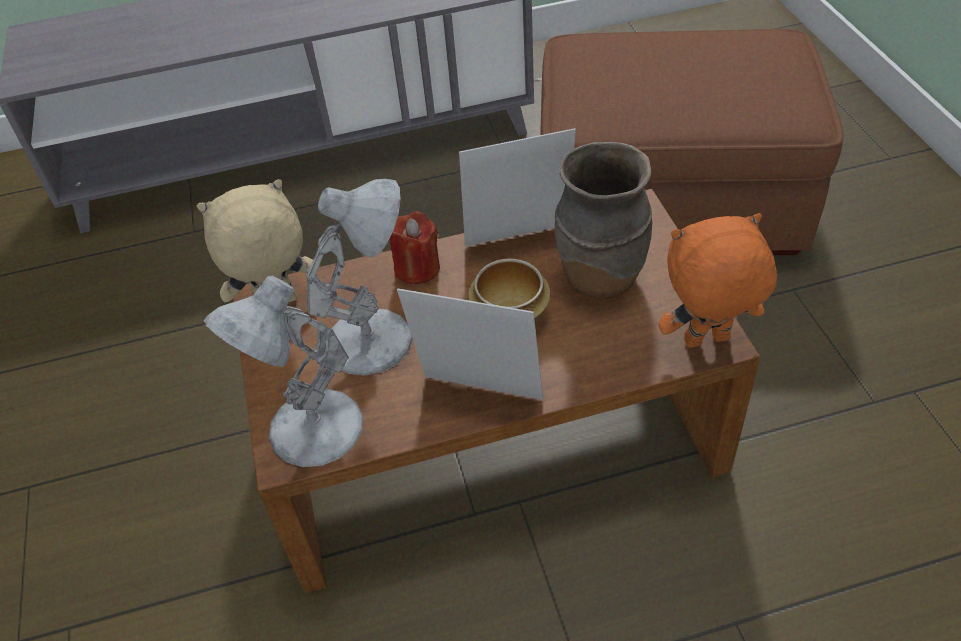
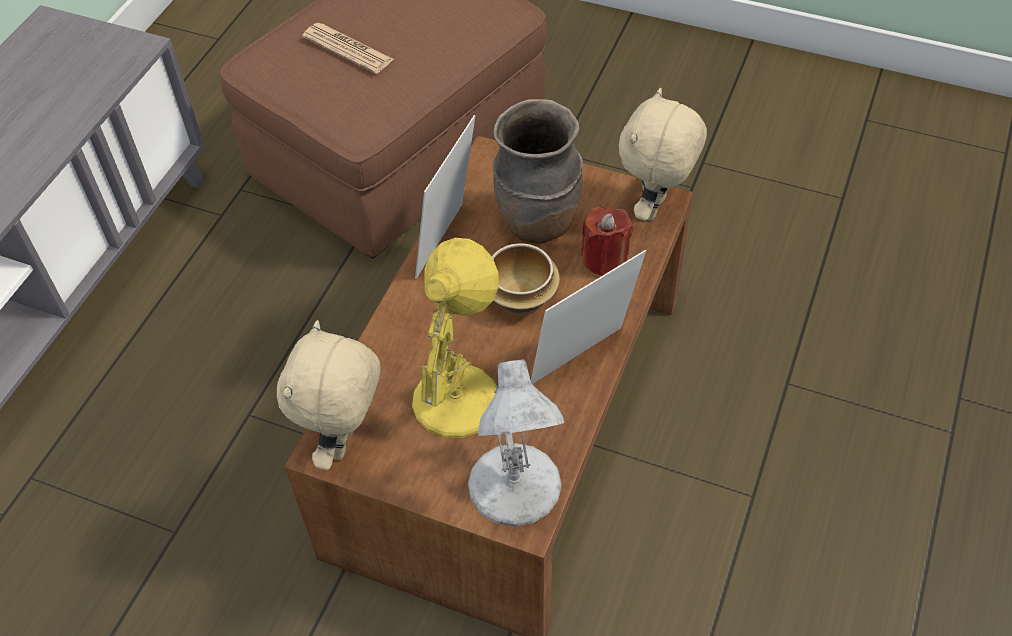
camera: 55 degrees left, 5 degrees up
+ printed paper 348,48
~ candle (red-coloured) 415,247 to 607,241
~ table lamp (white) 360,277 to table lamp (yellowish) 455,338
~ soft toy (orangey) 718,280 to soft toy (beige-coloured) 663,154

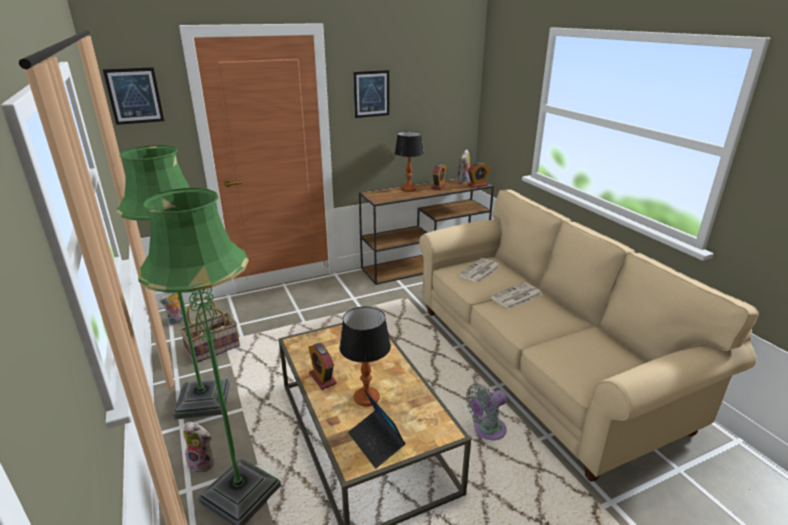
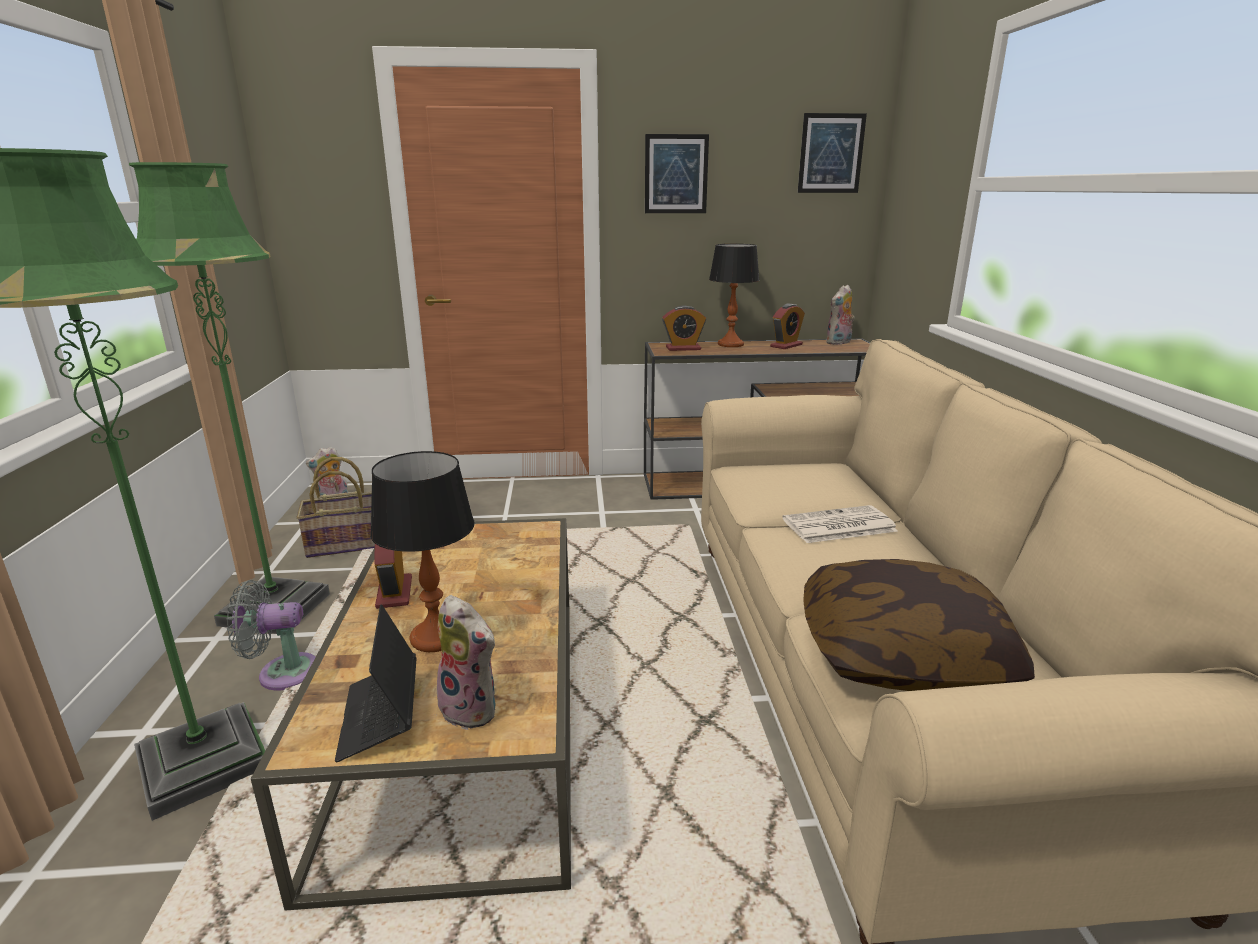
camera: 20 degrees right, 5 degrees down
- printed paper 479,270
+ throw pillow 919,625
~ picture 133,96 to 832,153
~ soft toy 198,447 to 466,662
~ electric fan (greyish) 486,412 to 271,635
~ table clock 479,175 to 684,328

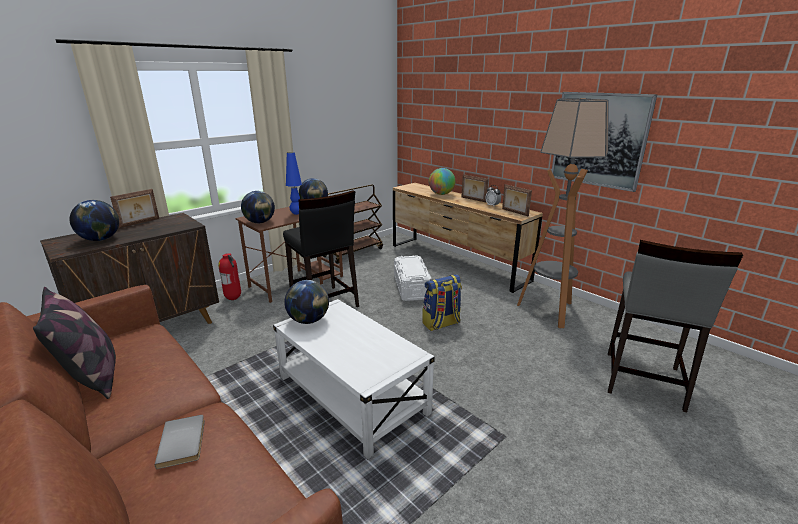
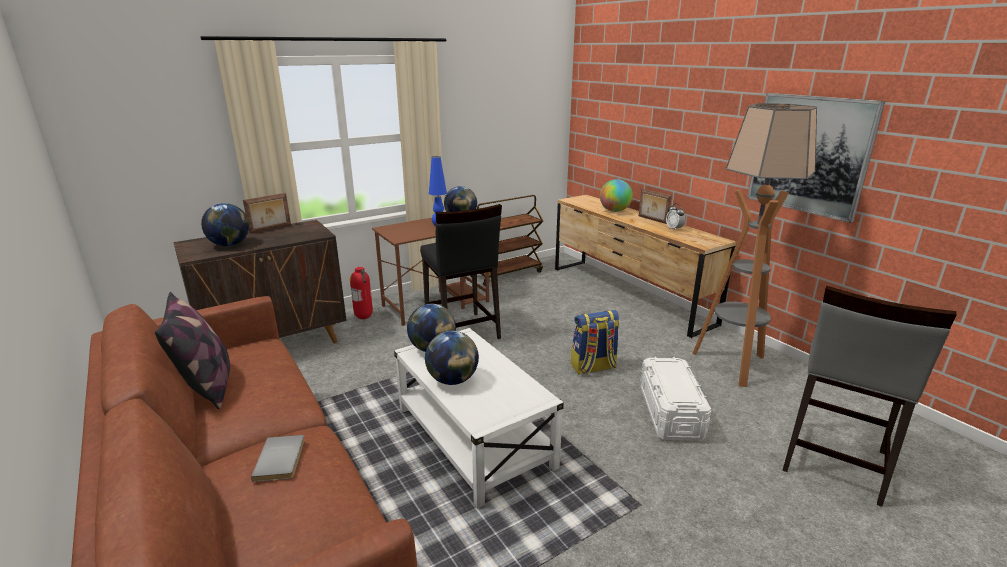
camera: 10 degrees right, 0 degrees up
- photo frame 517,200
~ desk globe 258,207 to 452,358
~ storage container (white) 413,278 to 675,399

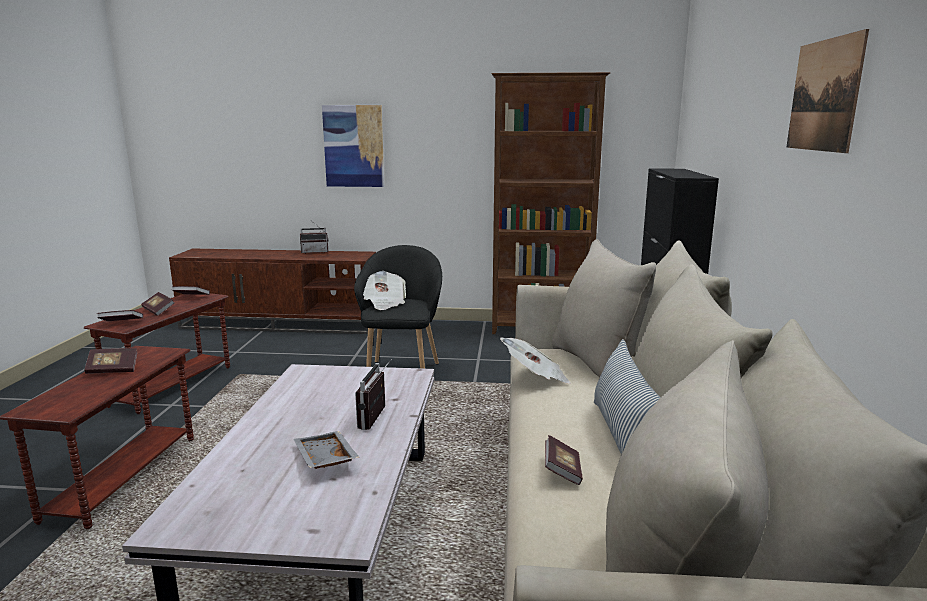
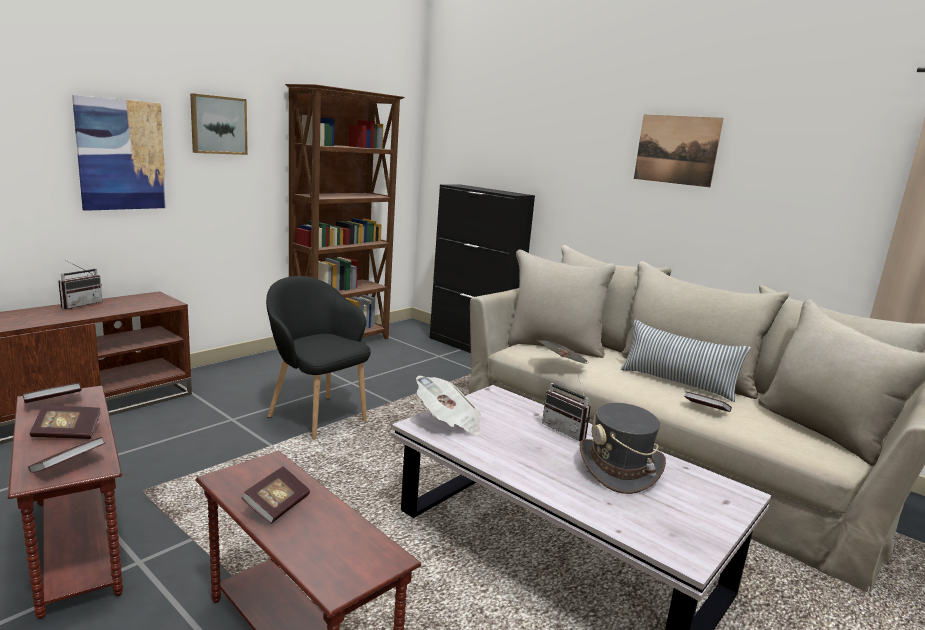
camera: 55 degrees left, 0 degrees up
+ picture 219,124
~ printed paper 384,290 to 448,405
~ serving tray (greyish) 326,450 to clothing hat (greyish) 623,448

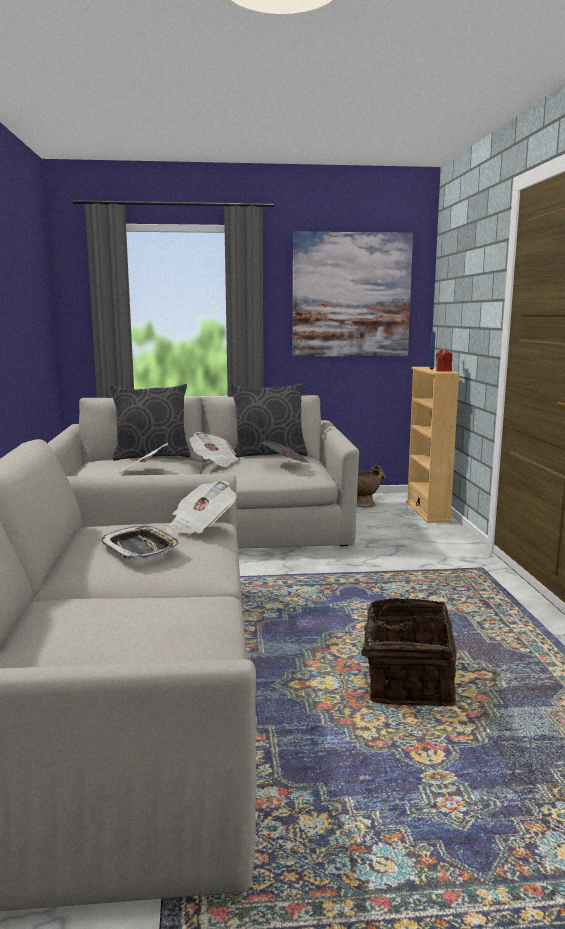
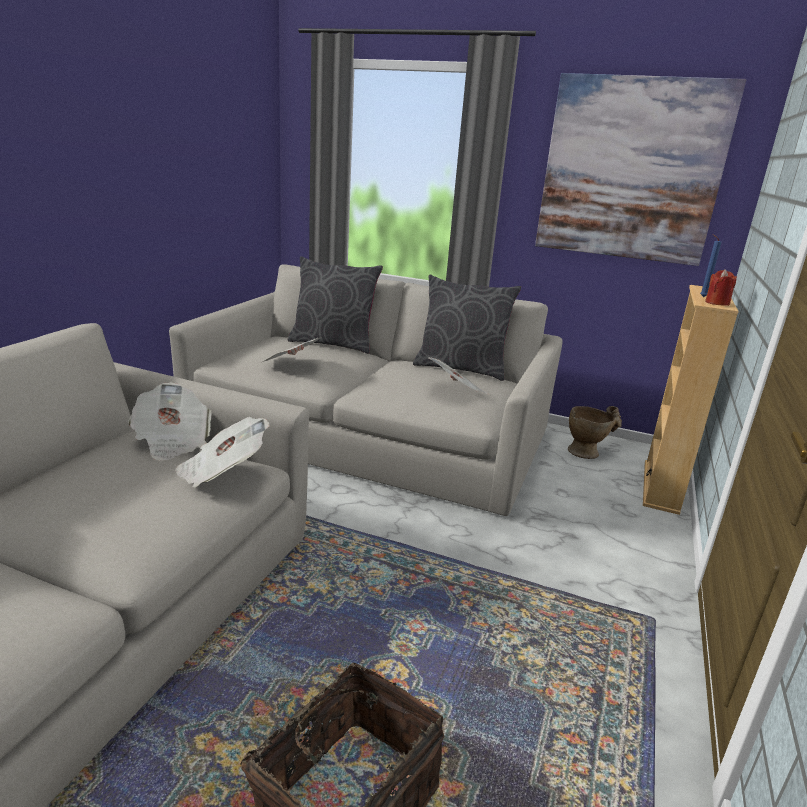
camera: 25 degrees right, 10 degrees up
- serving tray 140,543
~ printed paper 213,449 to 169,421

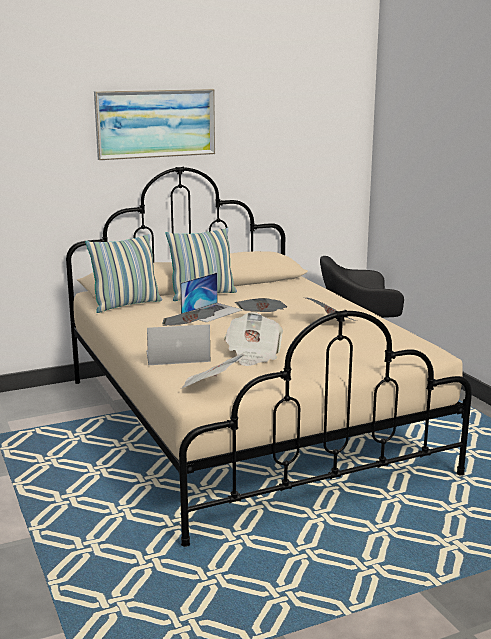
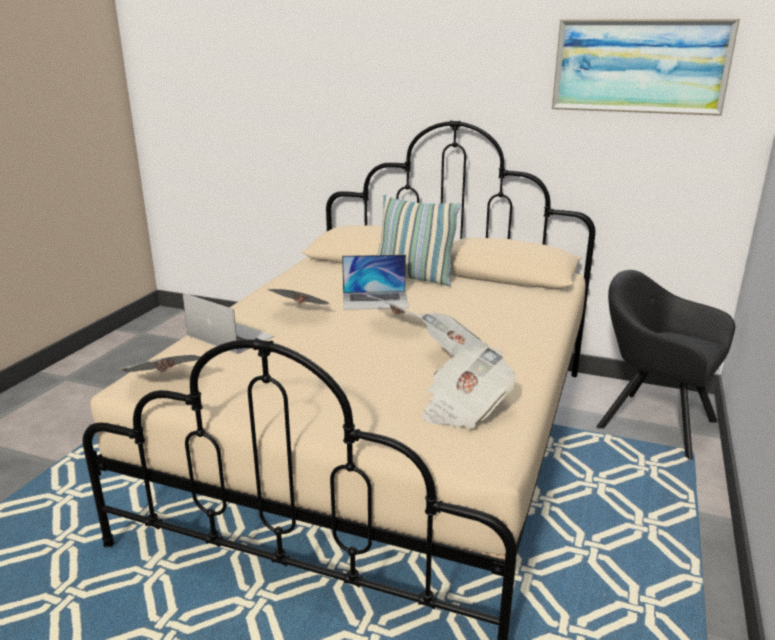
camera: 45 degrees right, 5 degrees up
- throw pillow 123,273
~ picture 154,124 to 646,67
~ printed paper 253,339 to 468,388

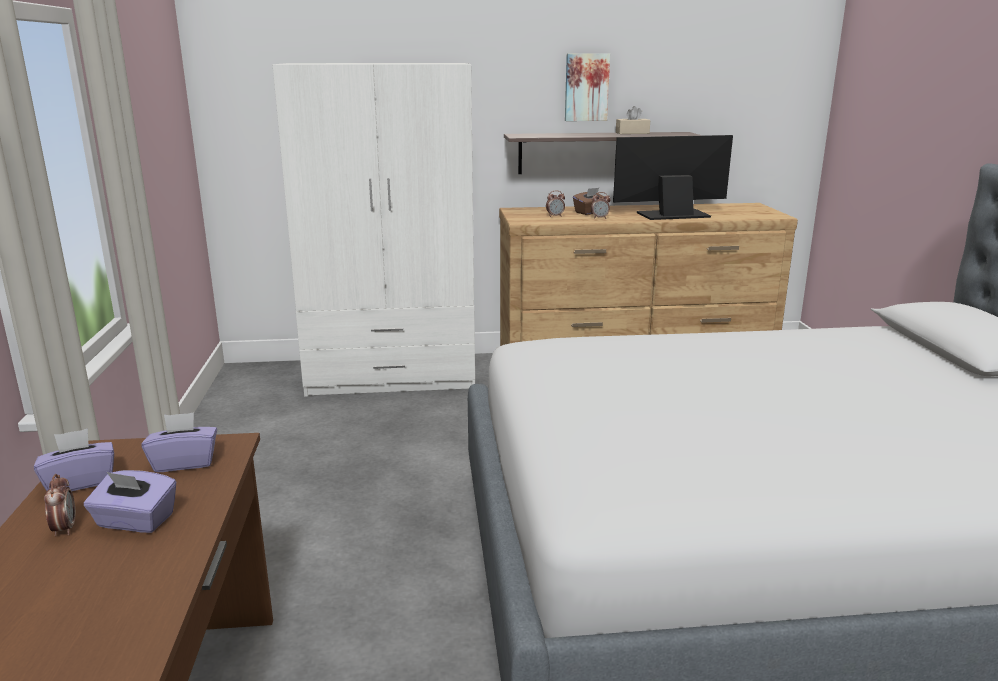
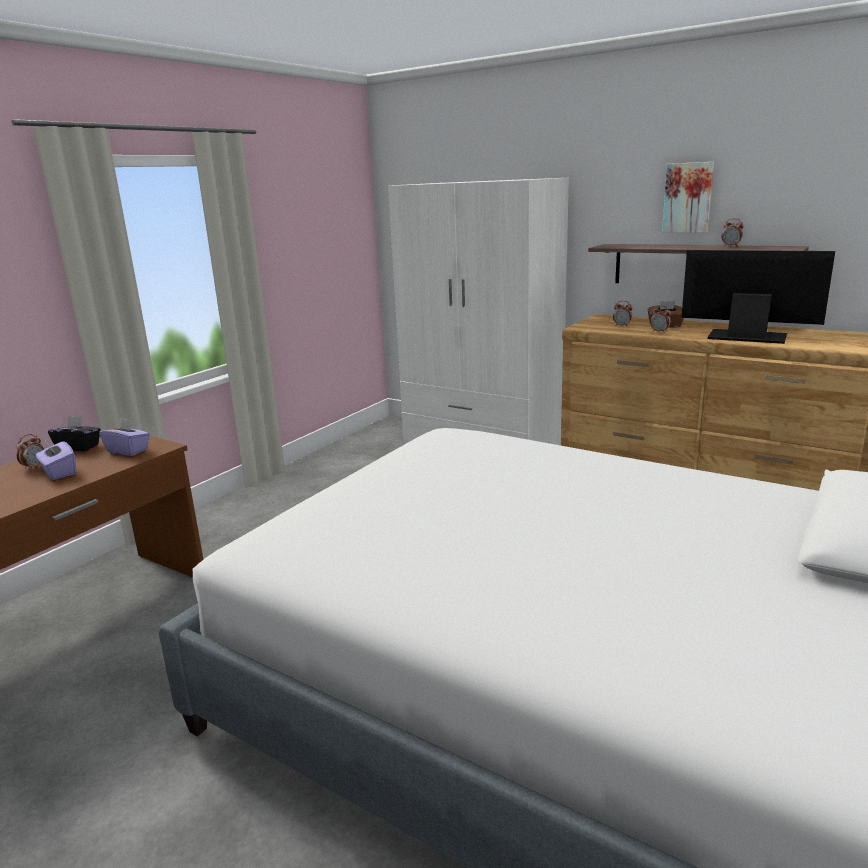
camera: 40 degrees right, 0 degrees up
~ tissue holder (beige-coloured) 633,120 to table clock 732,232
~ tissue holder (purple-coloured) 74,460 to tissue holder (black) 74,433

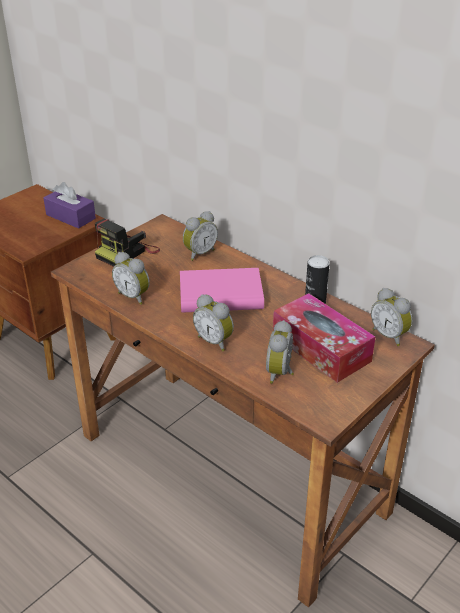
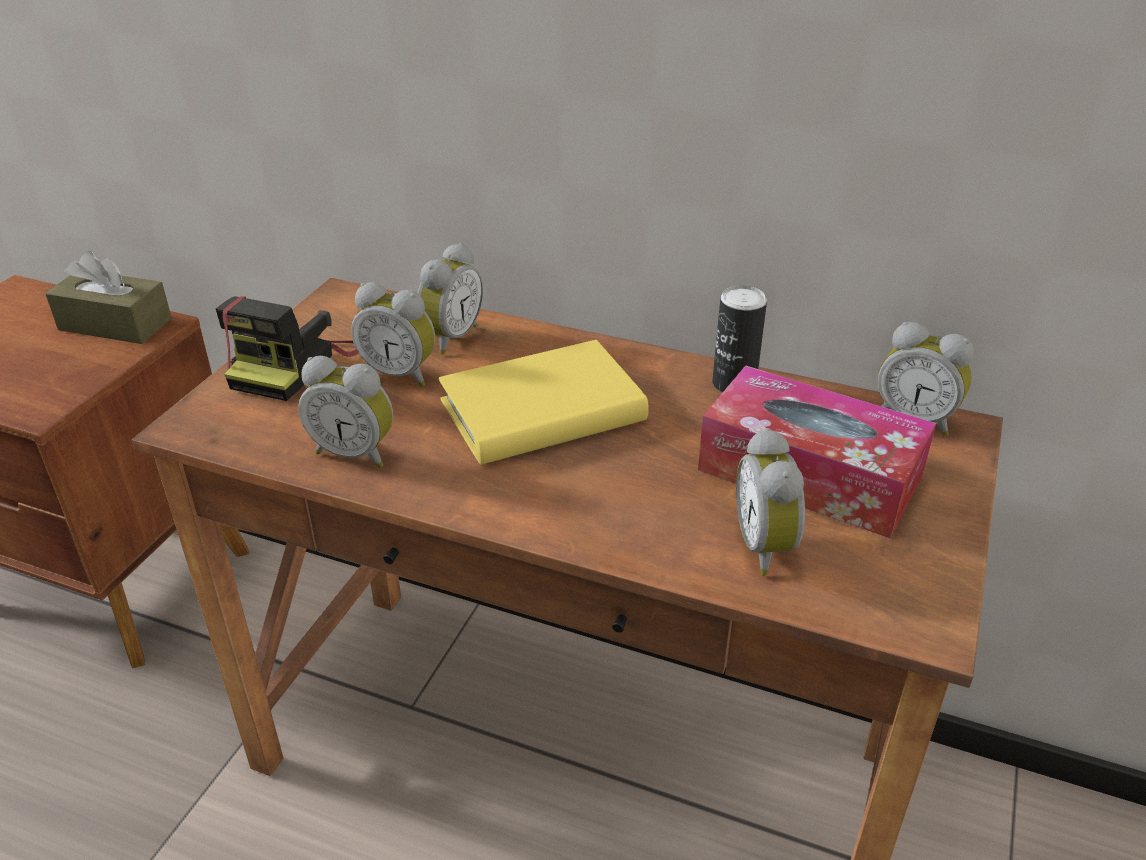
camera: 20 degrees left, 0 degrees up
~ table clock 213,323 to 393,334
~ tissue holder (purple-coloured) 69,205 to tissue holder (brown-coloured) 108,297
~ book (pink-coloured) 222,290 to book (yellowish) 544,402

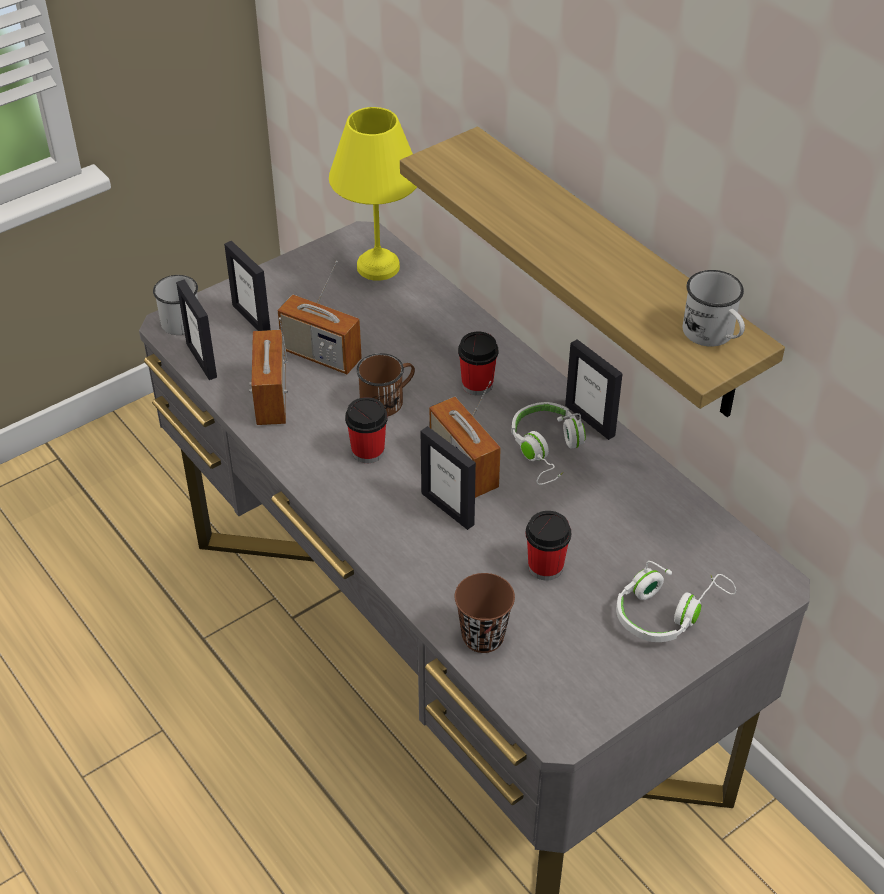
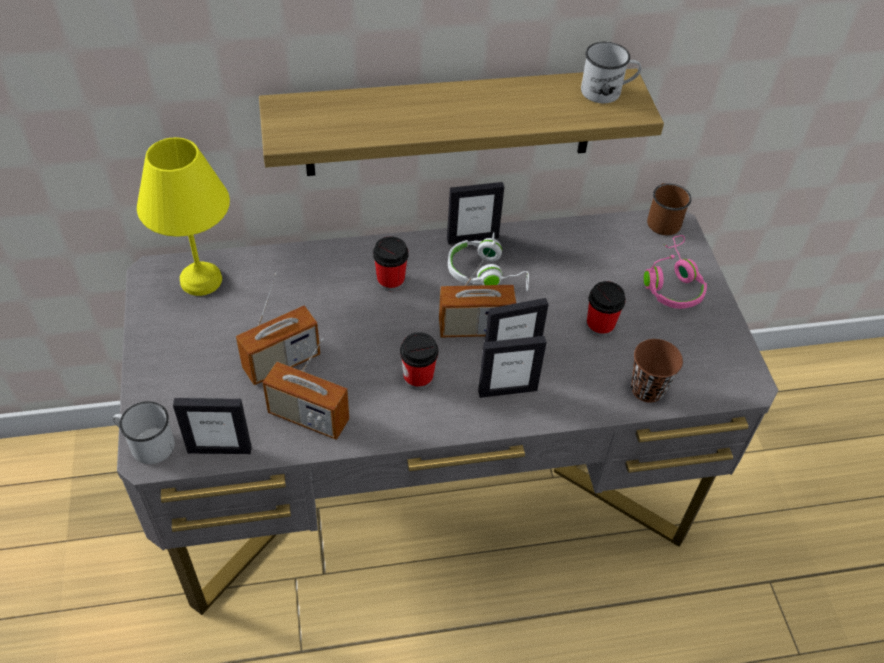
camera: 65 degrees left, 5 degrees up
~ photo frame 247,286 to 512,367
~ coffee mug (brown-coloured) 385,384 to 669,209
~ headset (white) 676,601 to headset (pink-coloured) 675,272

